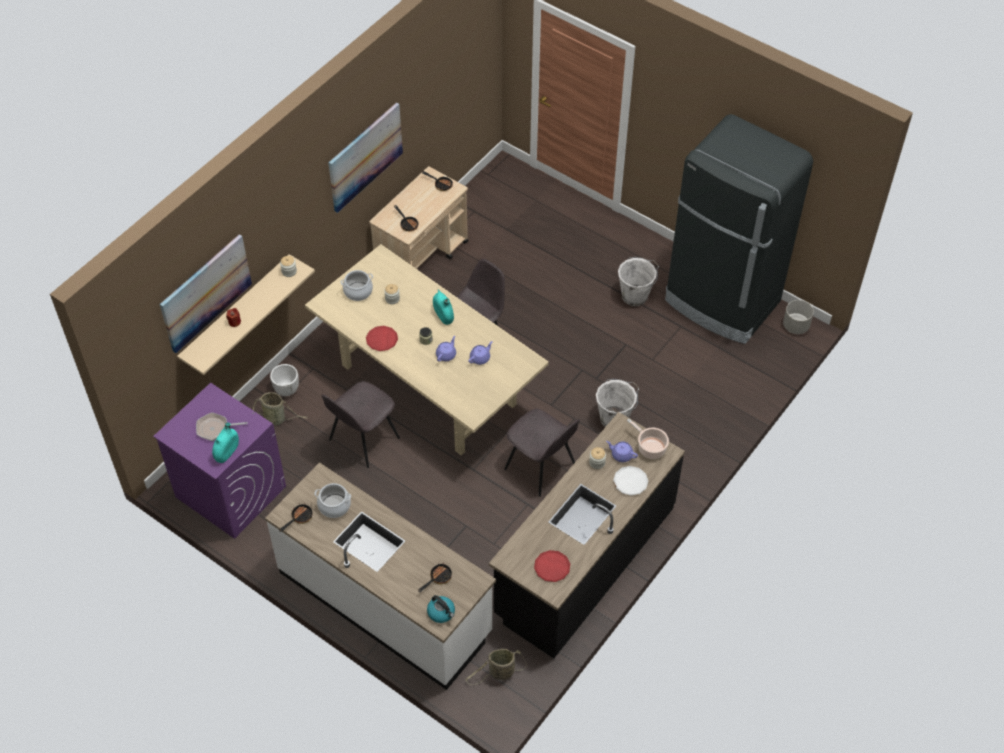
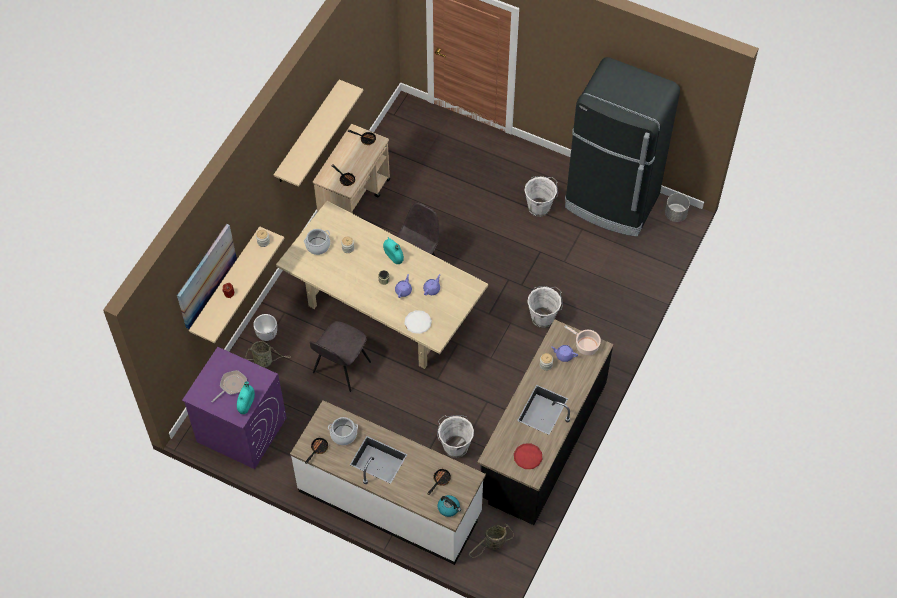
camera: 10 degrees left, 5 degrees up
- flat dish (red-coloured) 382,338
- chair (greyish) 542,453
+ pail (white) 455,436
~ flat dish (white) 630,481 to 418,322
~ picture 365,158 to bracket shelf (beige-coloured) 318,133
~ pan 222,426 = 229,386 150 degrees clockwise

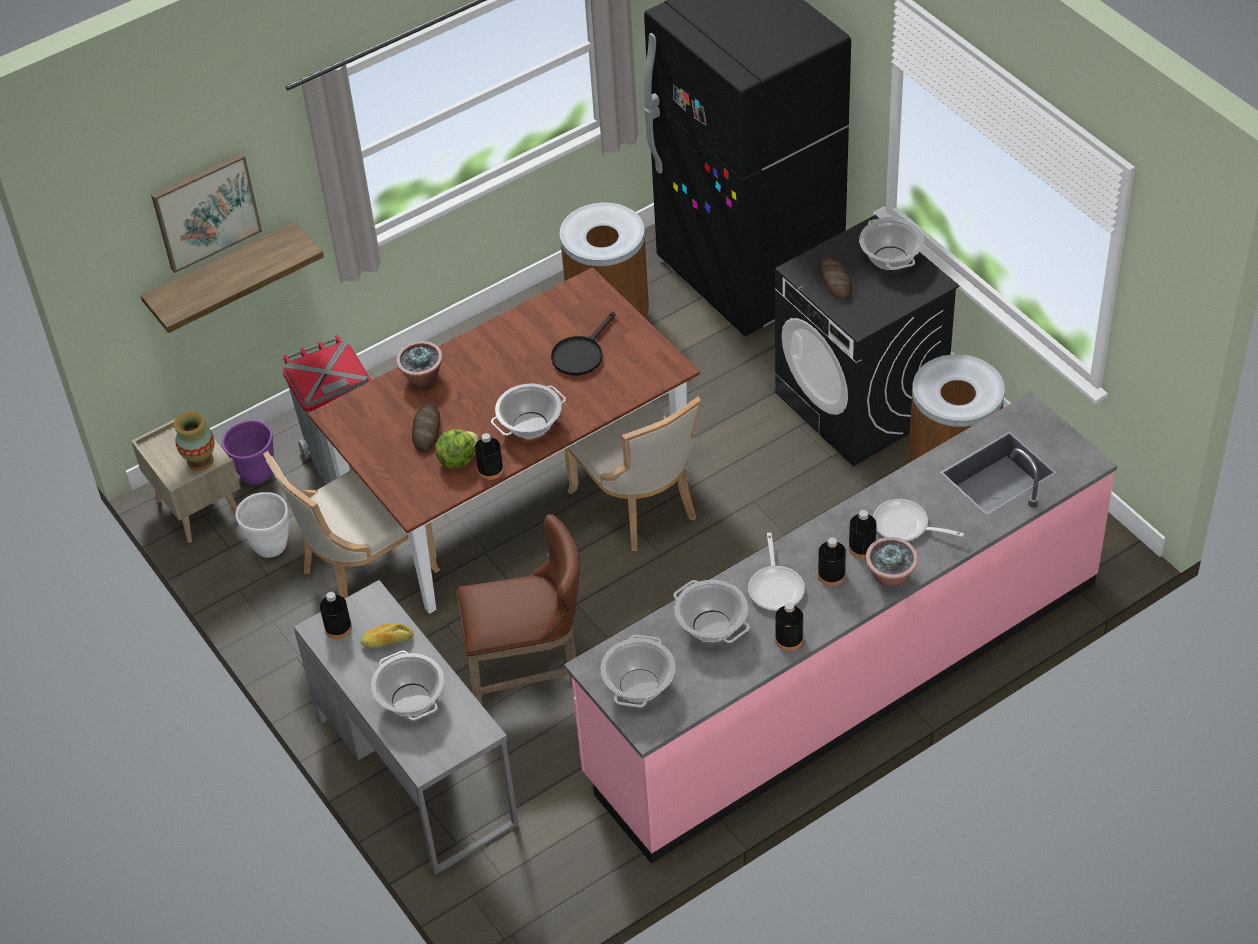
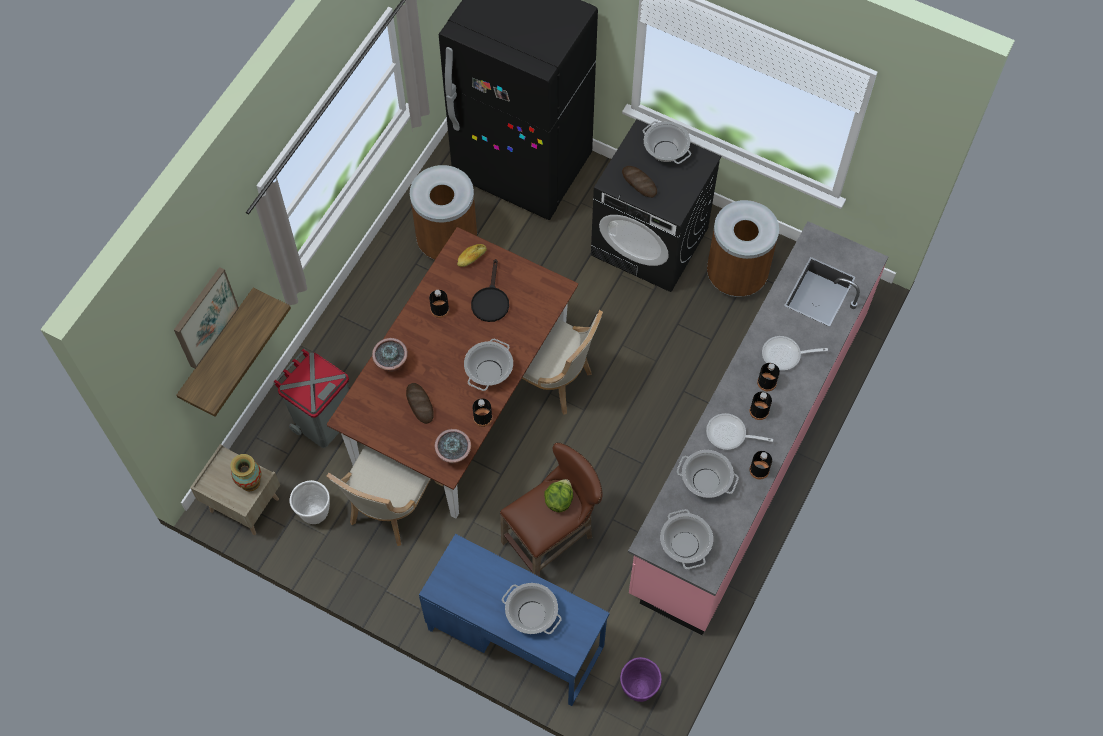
camera: 30 degrees left, 15 degrees up
~ plant pot (purple-coloured) 248,452 to 641,679
~ beverage bottle (black) 336,615 to 439,304
~ bread 387,635 to 472,255
~ head of lettuce 457,448 to 558,495
~ houseplant 891,562 to 452,446
~ desk unit (greyish) 406,727 to desk unit (bluish) 514,620
~ pan 776,571 = 739,431 135 degrees clockwise

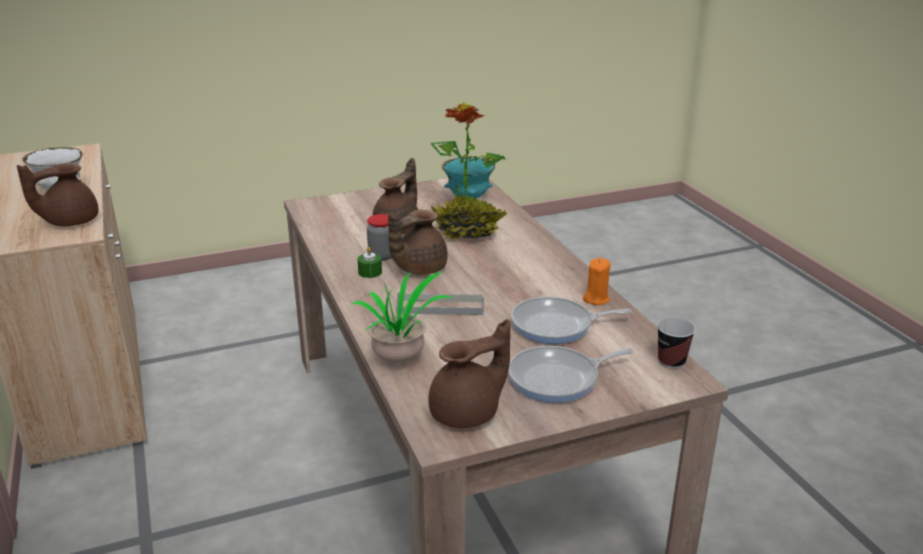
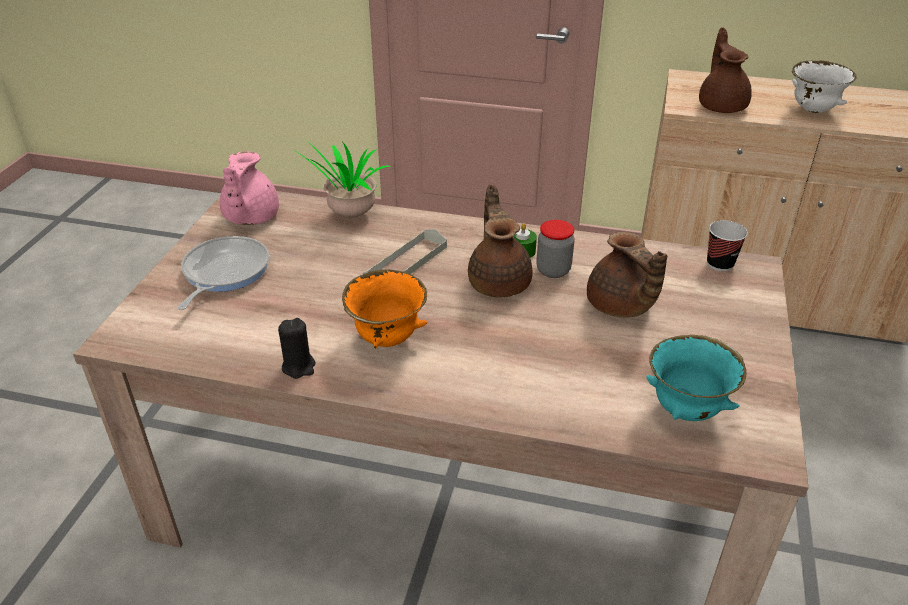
camera: 125 degrees right, 10 degrees up
- houseplant 469,171
- pan 571,320
+ deep dish (orangey) 384,308
~ small cup 676,343 to 727,245
~ teapot (brown-coloured) 469,373 to teapot (pink-coloured) 249,188
~ candle (orangey) 596,281 to candle (black) 297,348

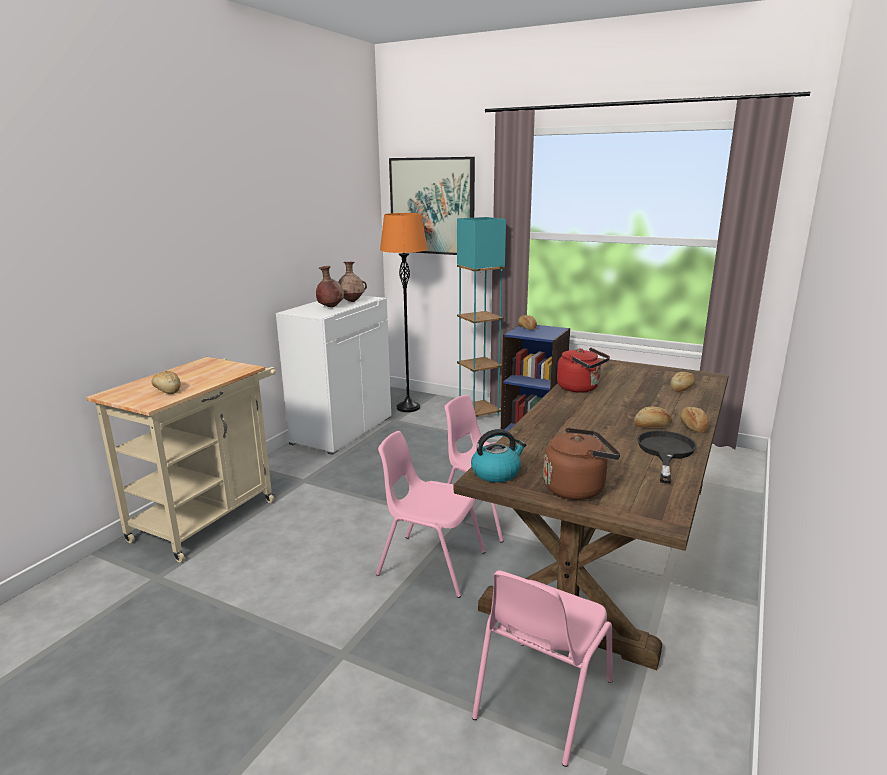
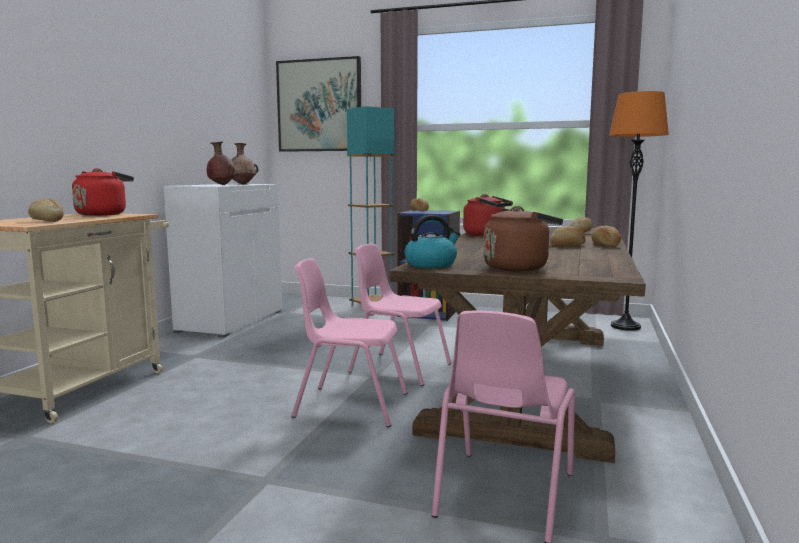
camera: 10 degrees left, 10 degrees down
- pan (black) 667,457
+ kettle (red-coloured) 103,192
~ standard lamp (orangey) 404,312 to 639,211

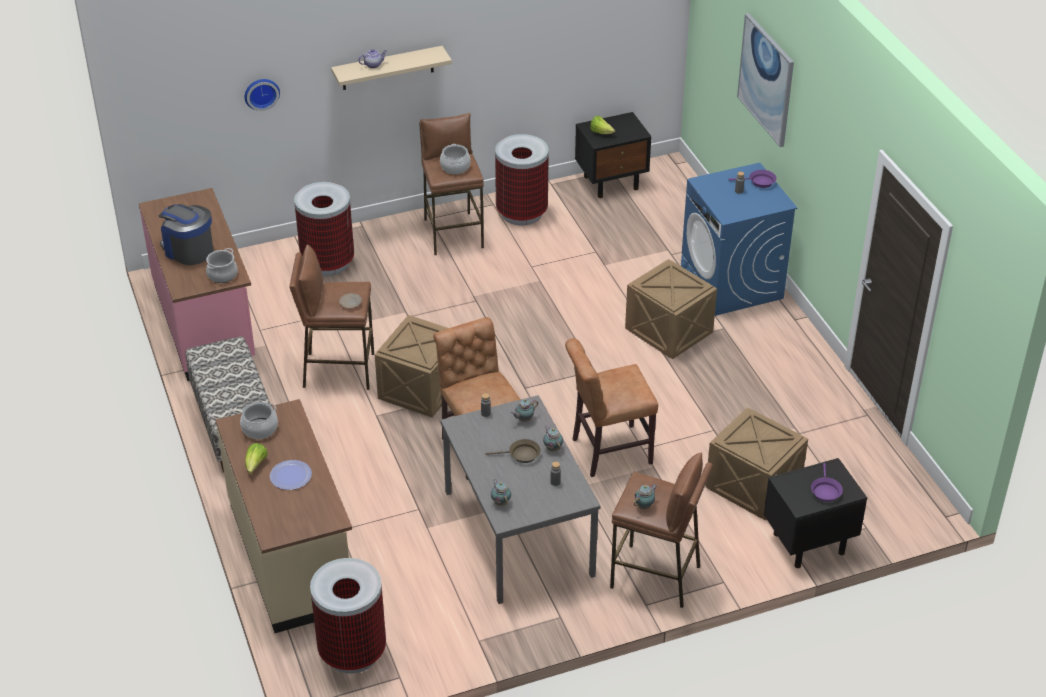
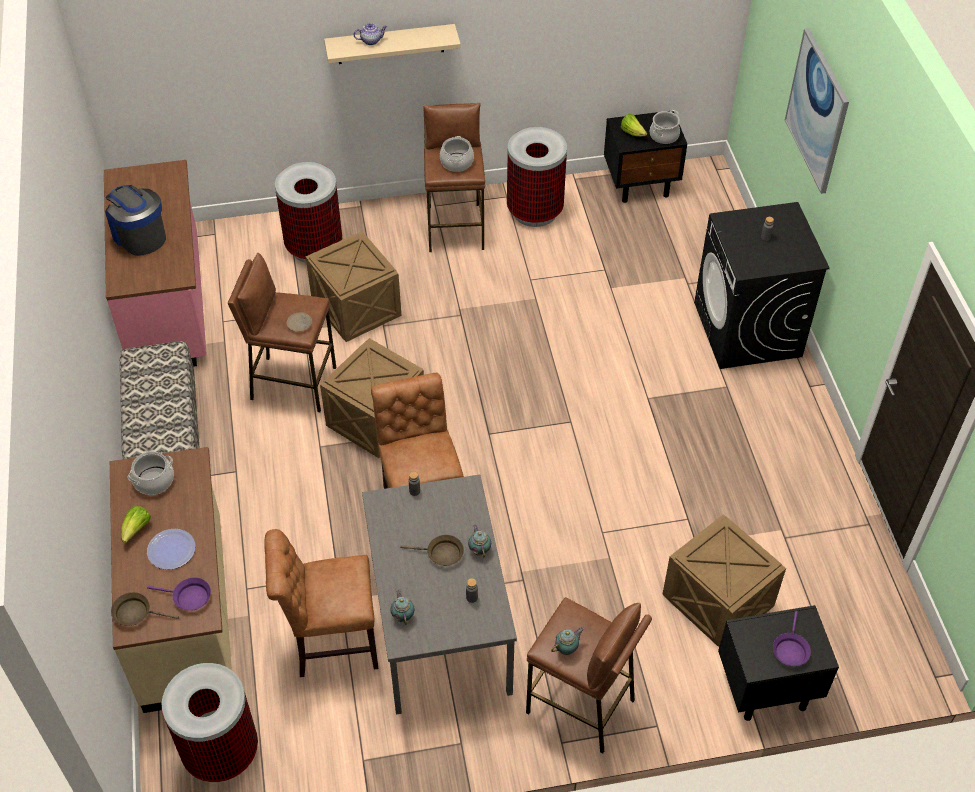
camera: 10 degrees right, 10 degrees up
- wall clock 262,95
- teapot 524,410
+ pan (brown-coloured) 145,609
~ cooking pot 222,265 to 665,127
~ chair (brown-coloured) 611,407 to 321,603
~ crate 671,309 to 353,286
~ pan (purple-coloured) 752,179 to 179,594
~ laundry appliance (bluish) 739,239 to laundry appliance (black) 762,285

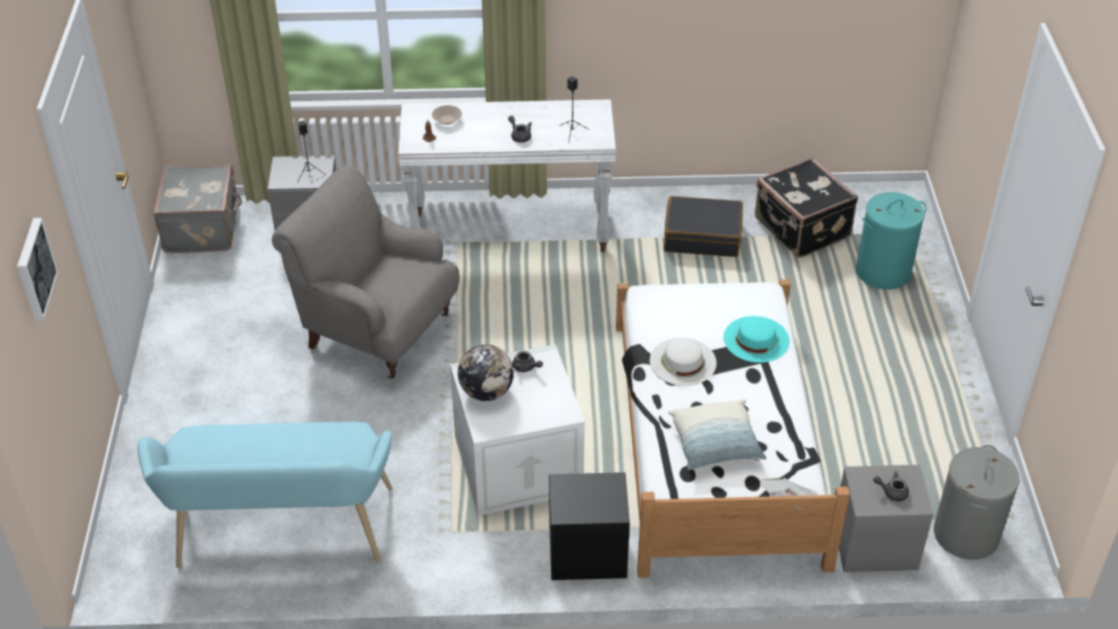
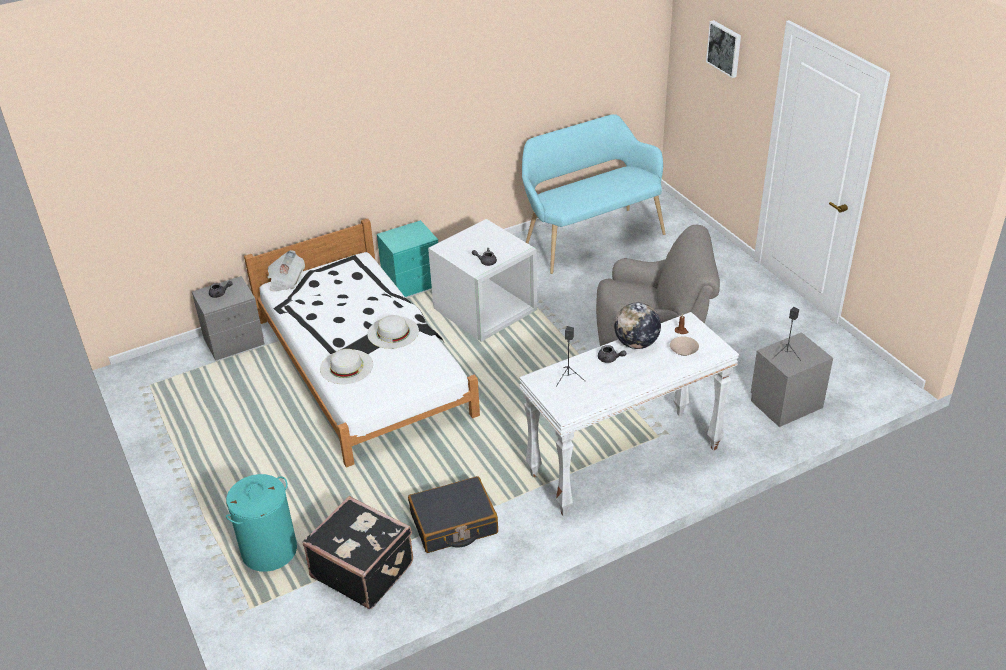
camera: 155 degrees right, 5 degrees down
- travel case (greyish) 197,208
- throw pillow 717,434
- laundry basket (greyish) 977,502
~ desk globe 486,373 to 637,326
~ nightstand (black) 589,526 to nightstand (turquoise-coloured) 407,258
~ clothing hat (turquoise-coloured) 757,339 to clothing hat (white) 346,366

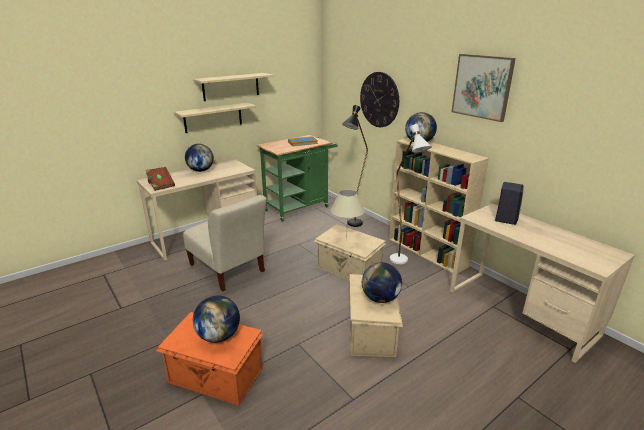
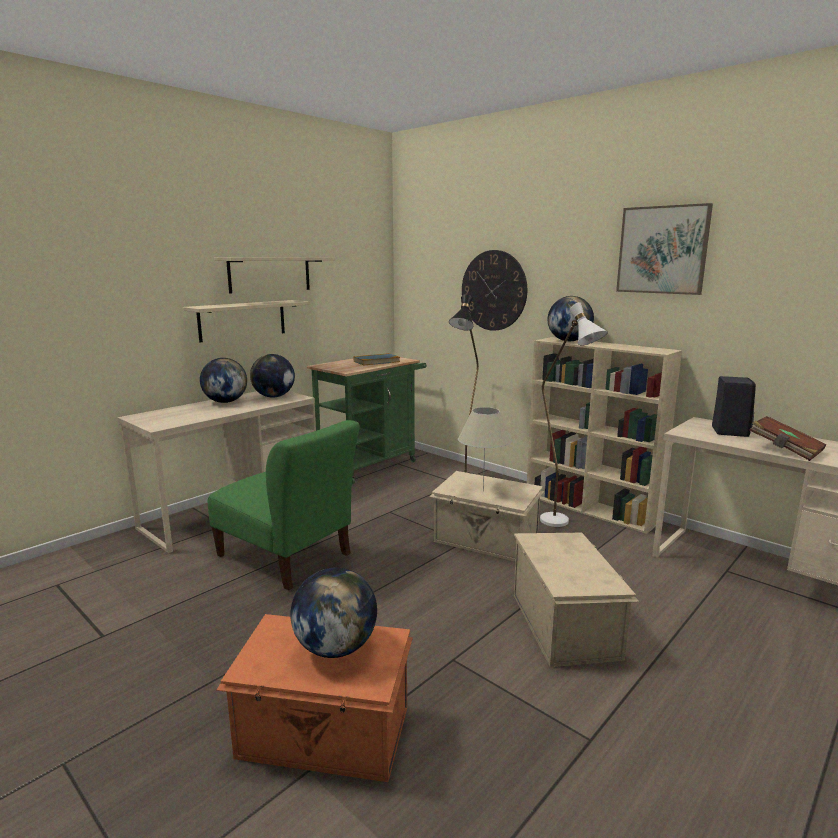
camera: 10 degrees left, 10 degrees down
~ book (brown-coloured) 160,179 to 787,438
~ desk globe 382,282 to 272,376
~ chair (beige-coloured) 225,243 to chair (green) 284,505

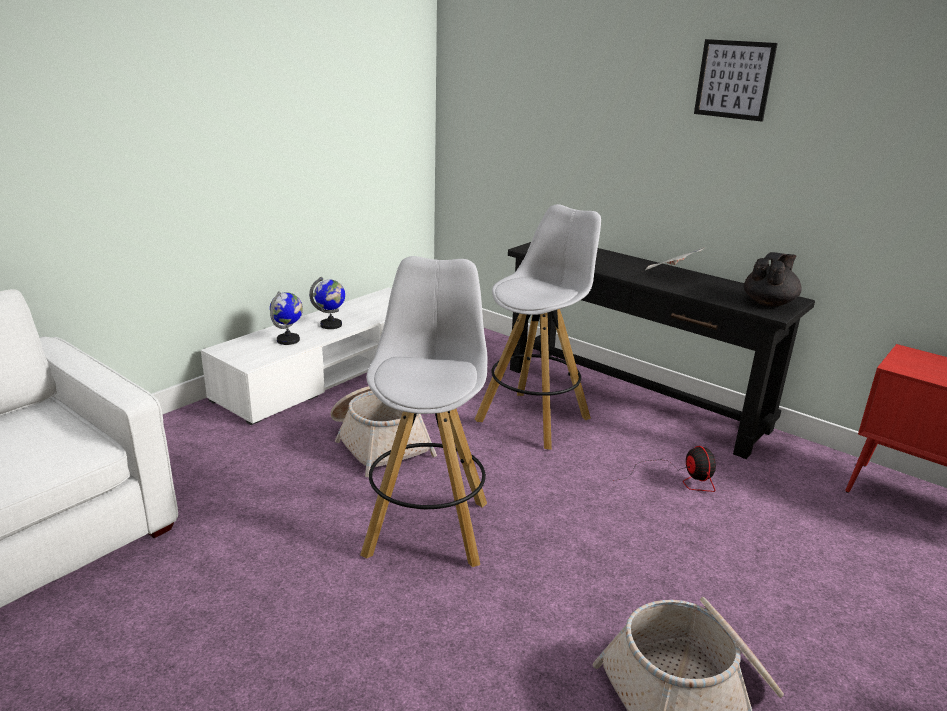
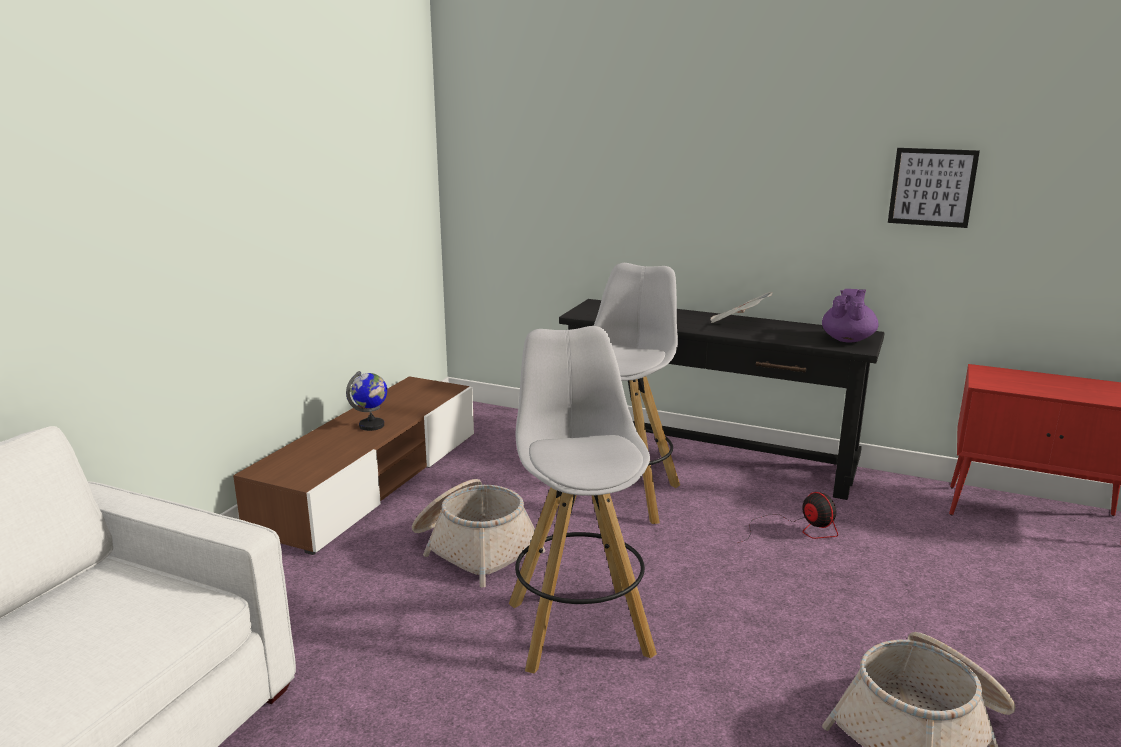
camera: 15 degrees left, 5 degrees down
- desk globe 286,318
~ picture 736,80 to 934,188
~ tv unit (white) 296,356 to tv unit (brown-coloured) 353,465
~ teapot (black) 773,279 to teapot (purple-coloured) 850,316

